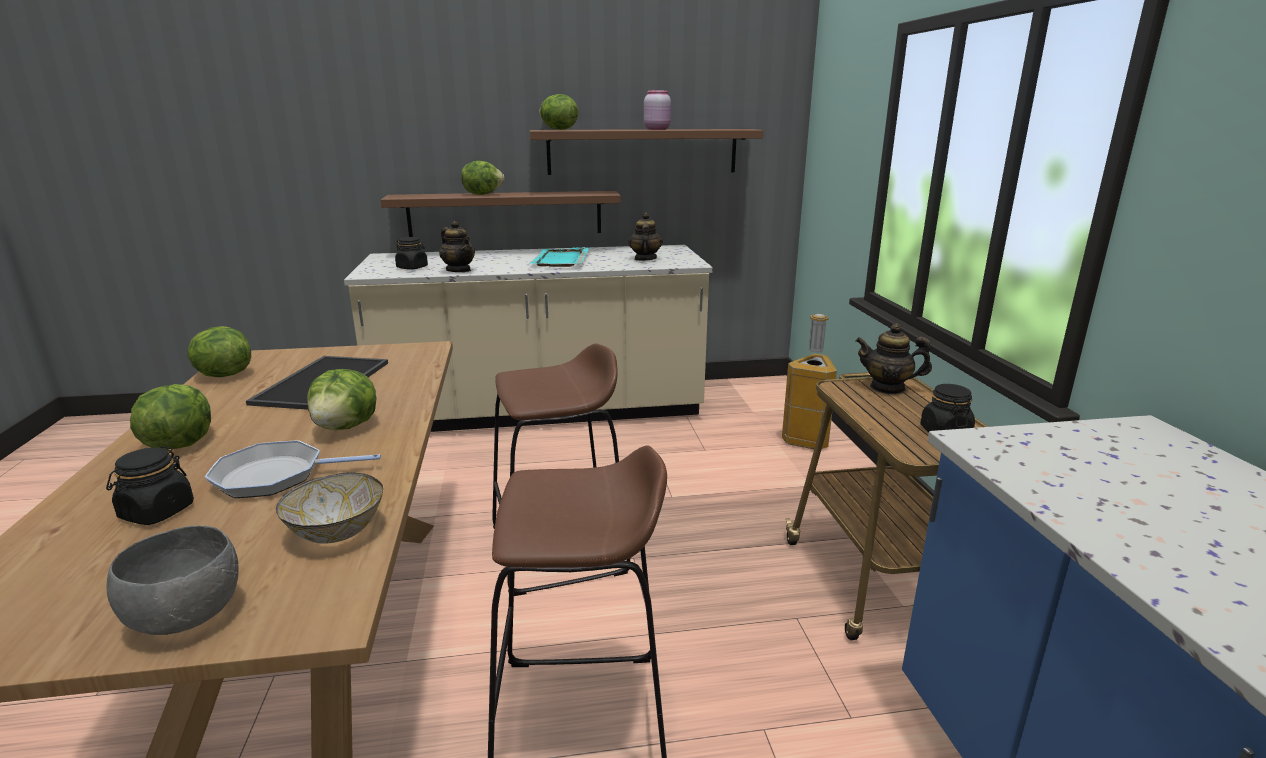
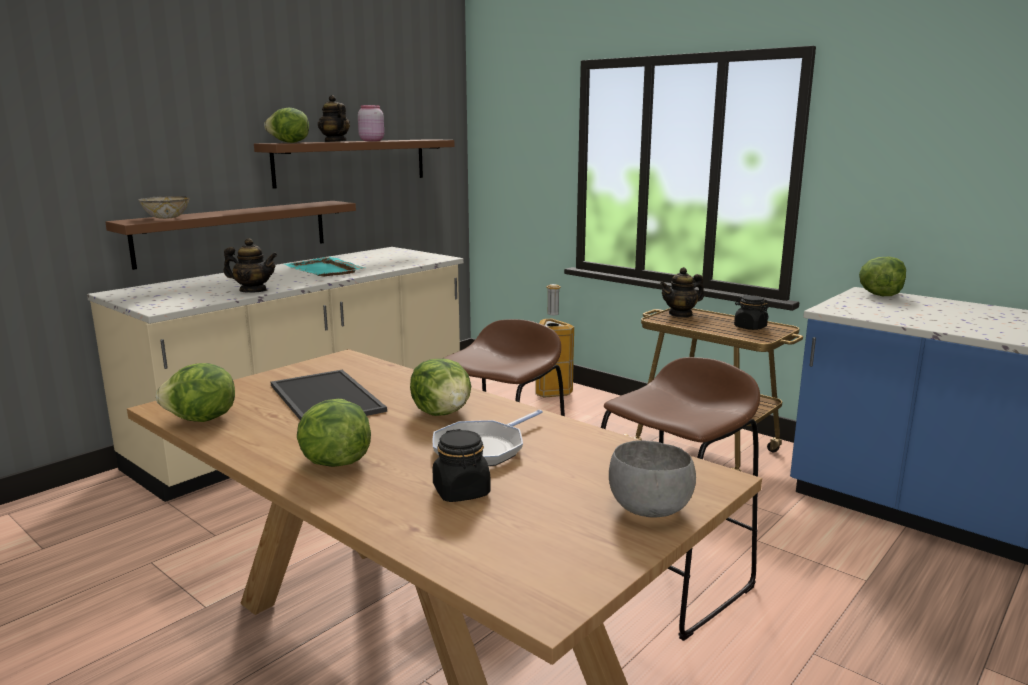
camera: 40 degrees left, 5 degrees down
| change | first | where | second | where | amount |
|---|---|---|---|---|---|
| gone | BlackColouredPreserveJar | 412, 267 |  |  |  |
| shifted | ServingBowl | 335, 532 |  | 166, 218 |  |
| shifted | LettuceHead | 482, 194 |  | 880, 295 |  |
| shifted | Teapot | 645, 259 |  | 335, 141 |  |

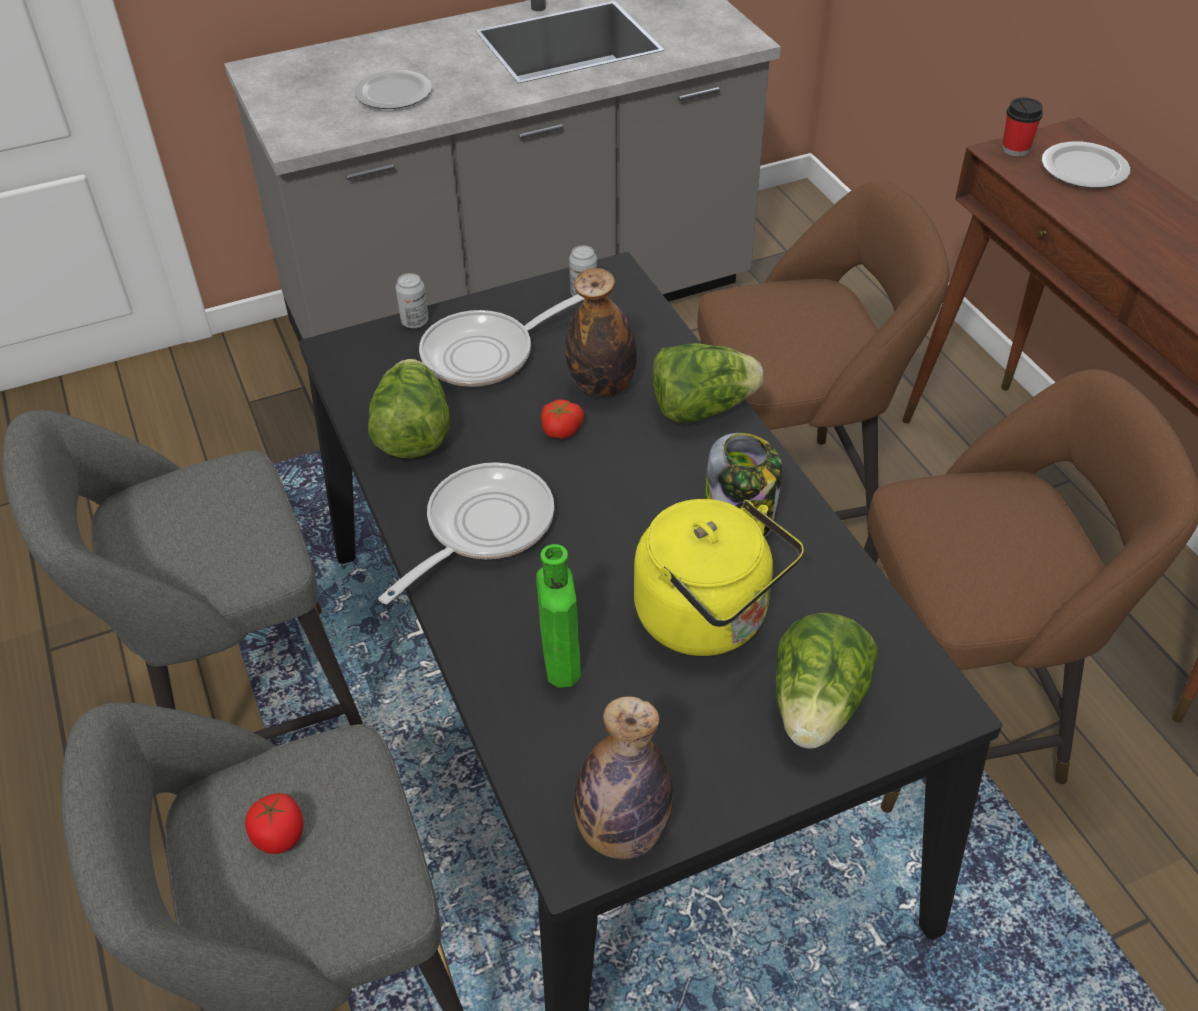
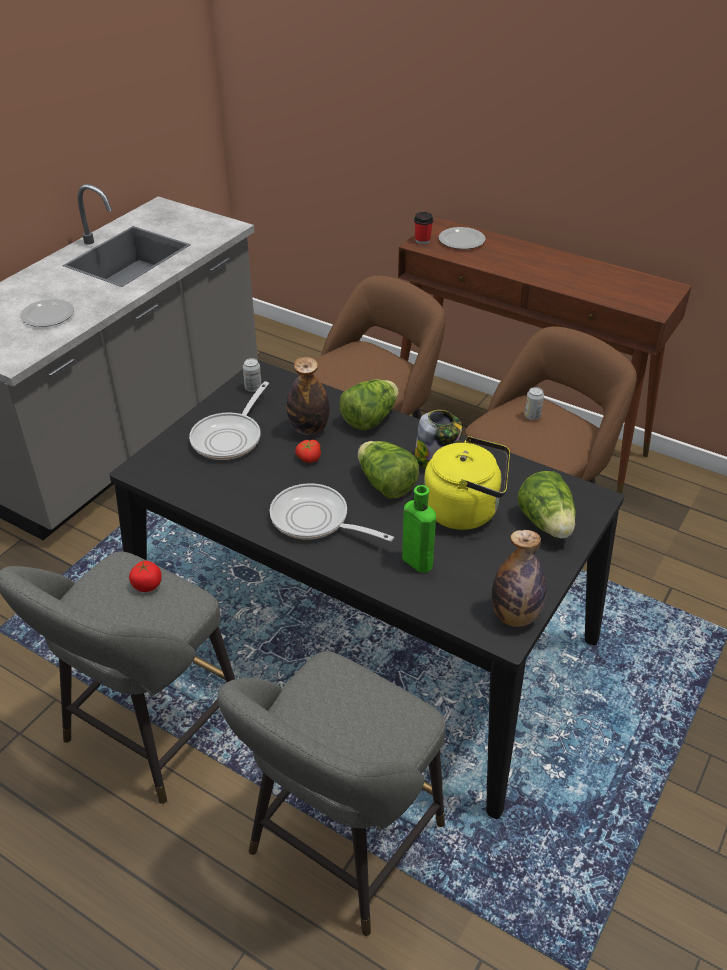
camera: 35 degrees left, 5 degrees down
| change | first | where | second | where | amount |
|---|---|---|---|---|---|
| shifted | Tomato | 279, 835 |  | 147, 585 |  |
| shifted | LettuceHead | 413, 434 |  | 385, 485 |  |
| shifted | Can | 415, 322 |  | 532, 416 |  |
| rotated | Skillet | 482, 528 |  | 315, 520 | 60 degrees counterclockwise |

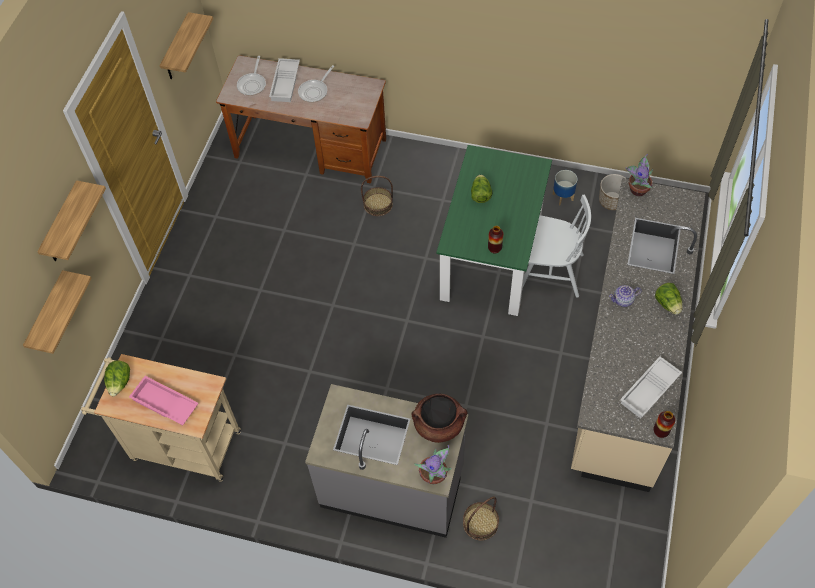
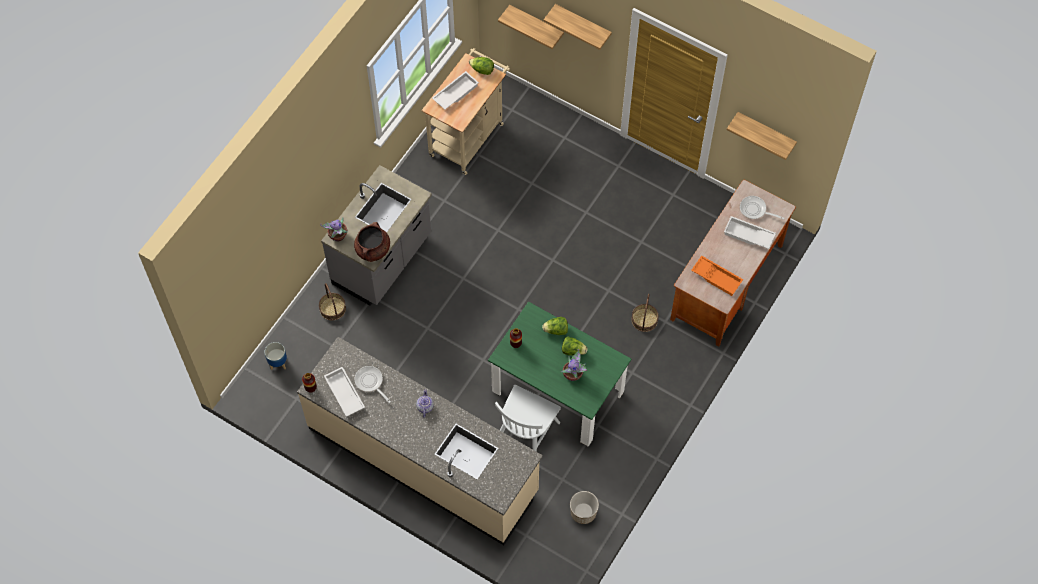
camera: 105 degrees right, 5 degrees up
| change | first | where | second | where | amount |
|---|---|---|---|---|---|
| new |  |  | OrangeyServingTray | 717, 277 |  |
| shifted | Skillet | 315, 91 |  | 370, 382 |  |
| shifted | Planter | 563, 197 |  | 277, 363 |  |
| shifted | PlantInAPot | 637, 189 |  | 573, 375 |  |
| shifted | LettuceHead | 668, 304 |  | 556, 330 |  |
| repainted | PinkServingTray | 164, 404 | WhiteColouredServingTray | 455, 93 |  |

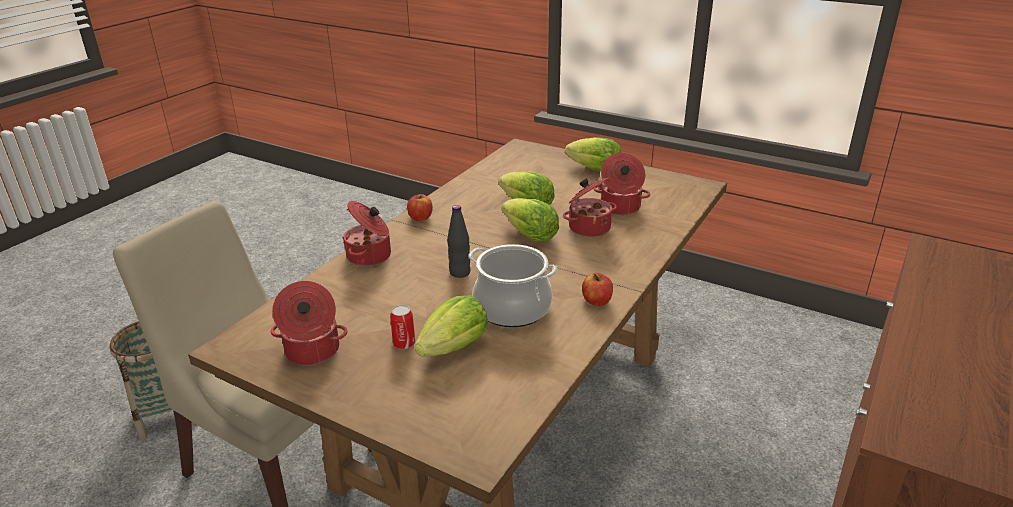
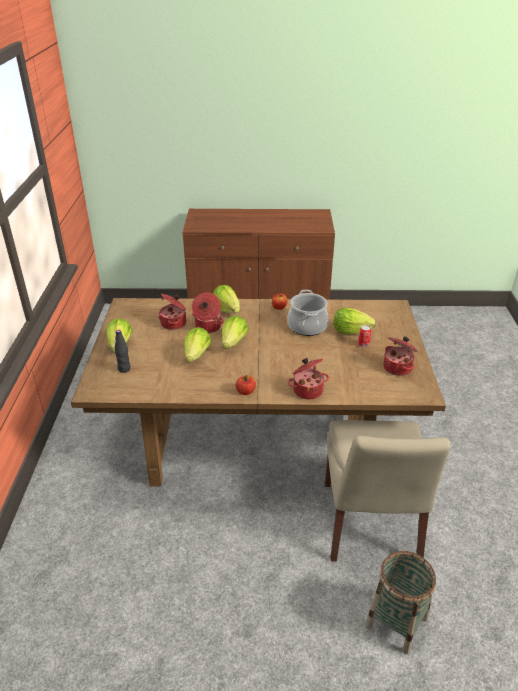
camera: 120 degrees left, 5 degrees up
| change | first | where | second | where | amount |
|---|---|---|---|---|---|
| new |  |  | LettuceHead | 227, 309 |  |
| shifted | BlackColouredDrinkBottle | 460, 272 |  | 124, 369 |  |

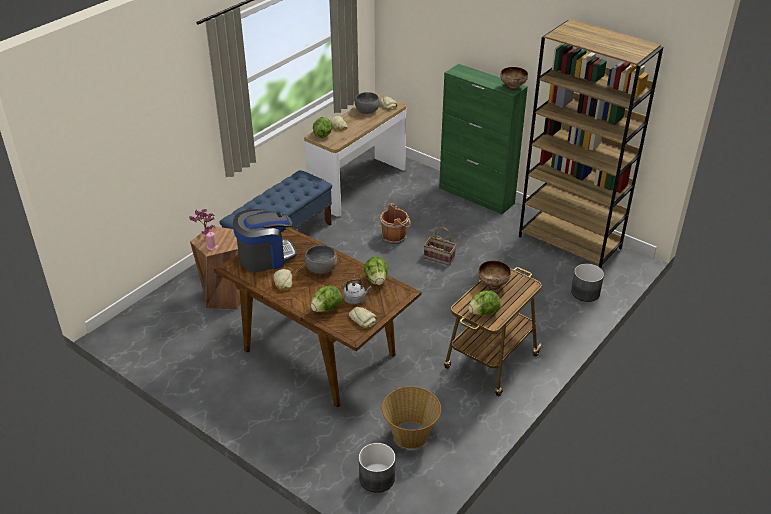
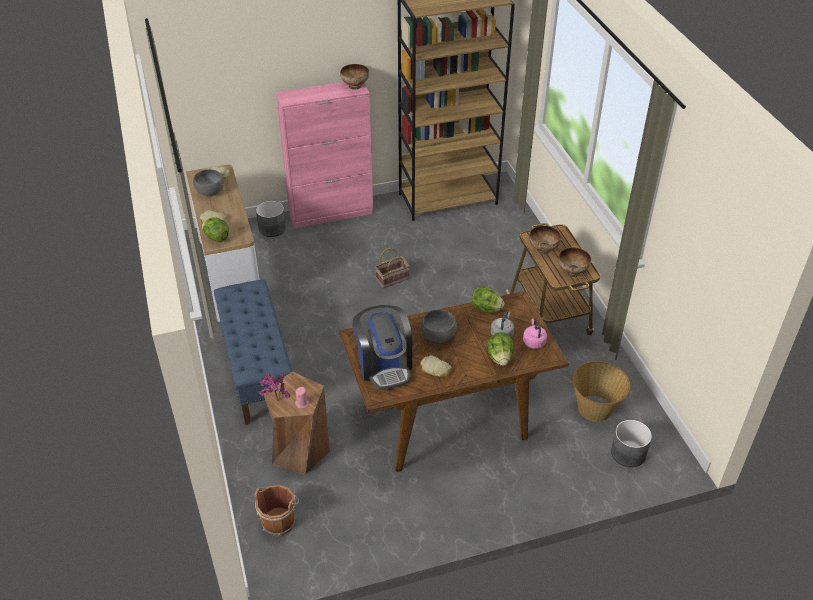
camera: 55 degrees left, 5 degrees up
| change | first | where | second | where | amount |
|---|---|---|---|---|---|
| shifted | BrownishWaterBucket | 395, 237 |  | 279, 520 |  |
| shifted | GreyPlanter | 585, 292 |  | 272, 228 |  |
| swapped | BakedBread | 363, 319 | PinkWaterKettle | 533, 341 |  |
| swapped | LettuceHead | 483, 312 | ServingBowl | 572, 272 |  |
| repainted | GreenColouredCabinet | 476, 196 | PinkCabinet | 331, 213 |  |
| rotated | CoffeeMaker | 265, 257 |  | 384, 365 | 150 degrees clockwise |

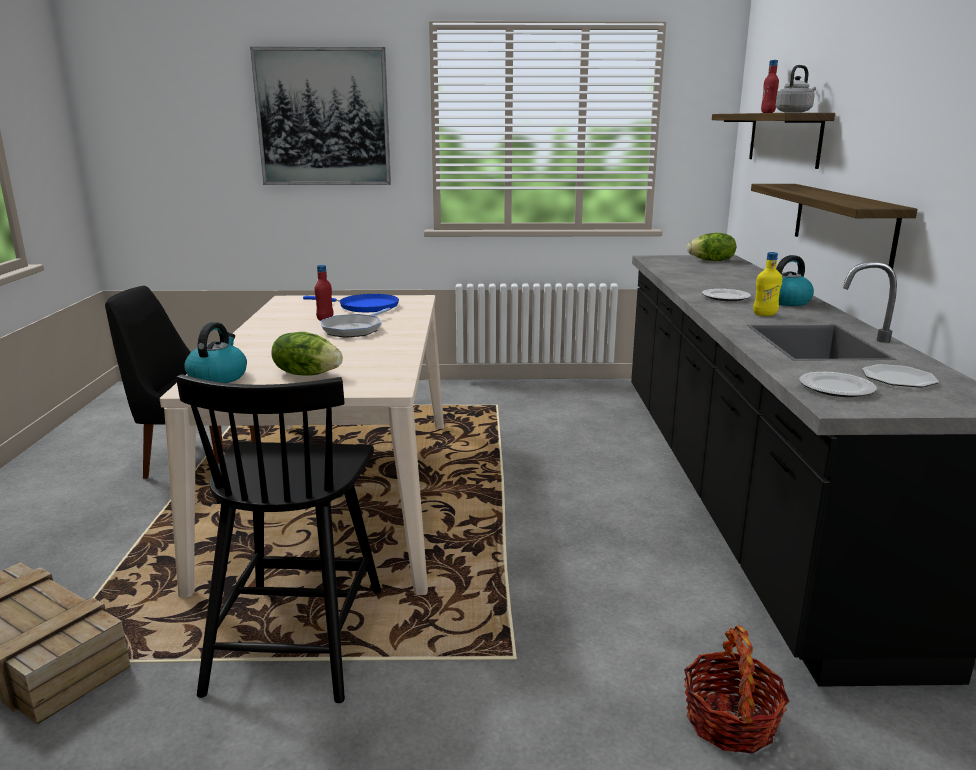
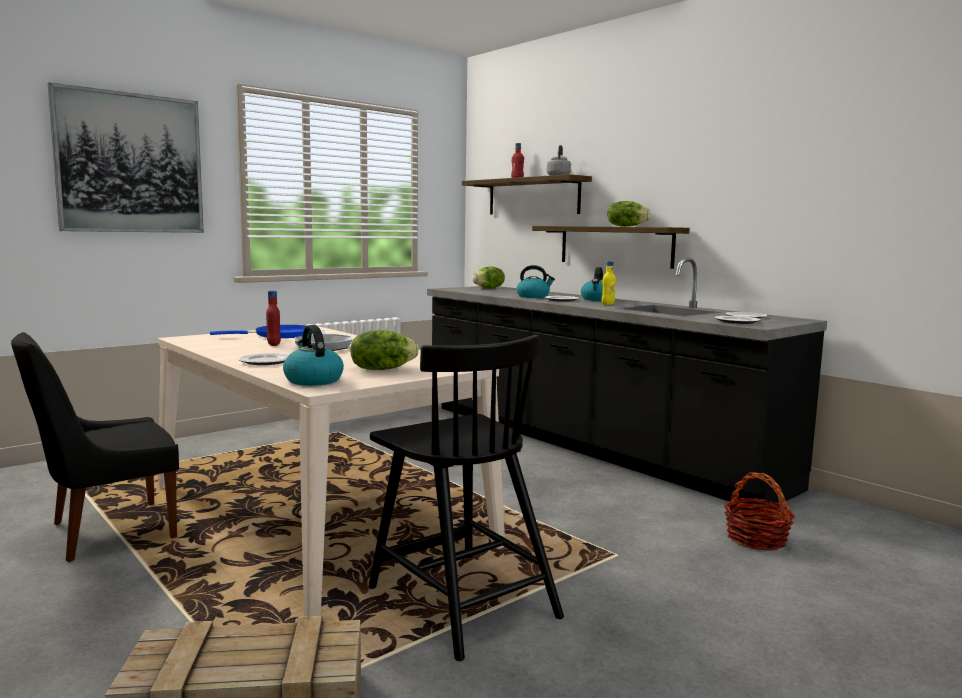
camera: 40 degrees left, 10 degrees down
| change | first | where | second | where | amount |
|---|---|---|---|---|---|
| new |  |  | FlatDish | 265, 362 |  |
| new |  |  | WaterKettle | 533, 296 |  |
| new |  |  | LettuceHead | 626, 226 |  |

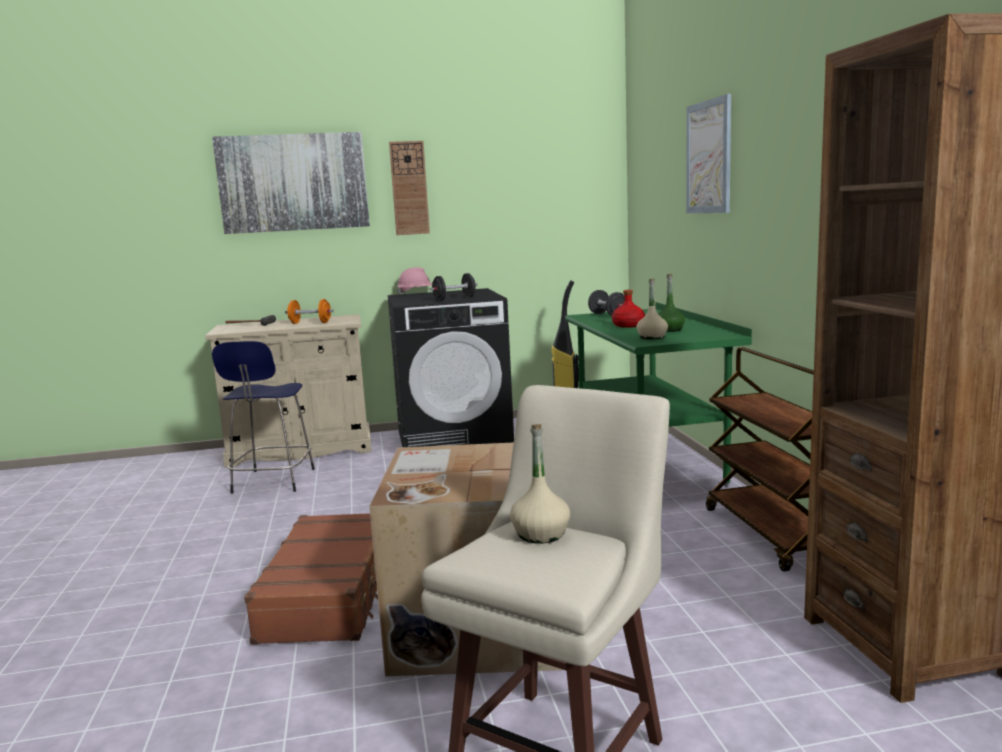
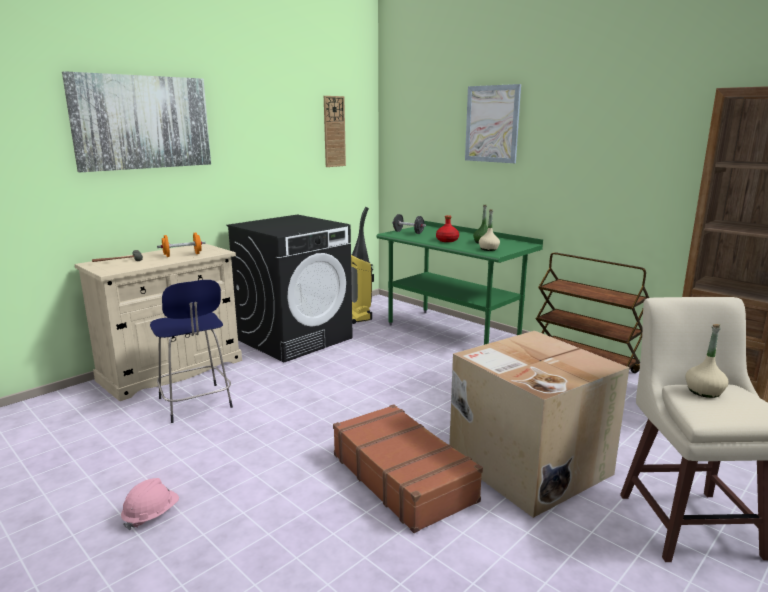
camera: 35 degrees left, 5 degrees up
| change | first | where | second | where | amount |
|---|---|---|---|---|---|
| gone | BlackColouredFreeWeight | 454, 299 |  |  |  |
| shifted | HangingClock | 409, 188 |  | 334, 131 |  |
| shifted | PinkHardHat | 416, 293 |  | 151, 515 |  |

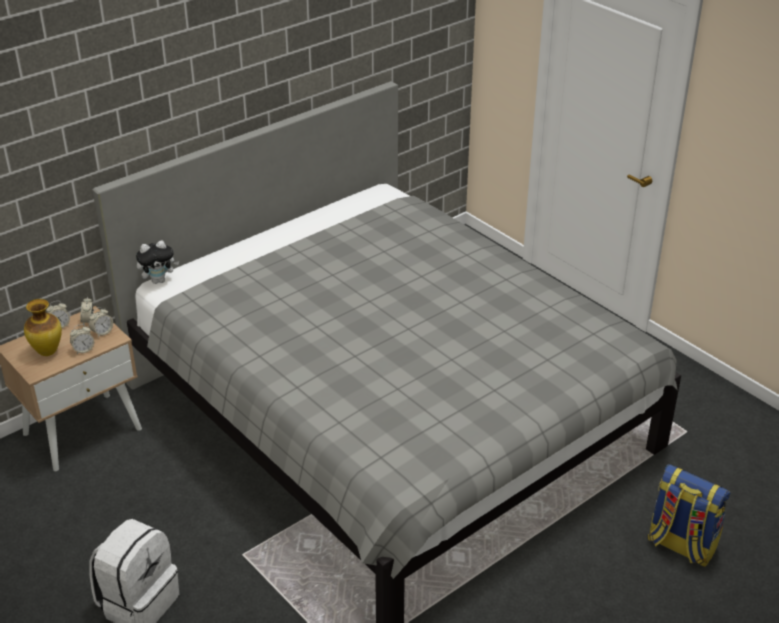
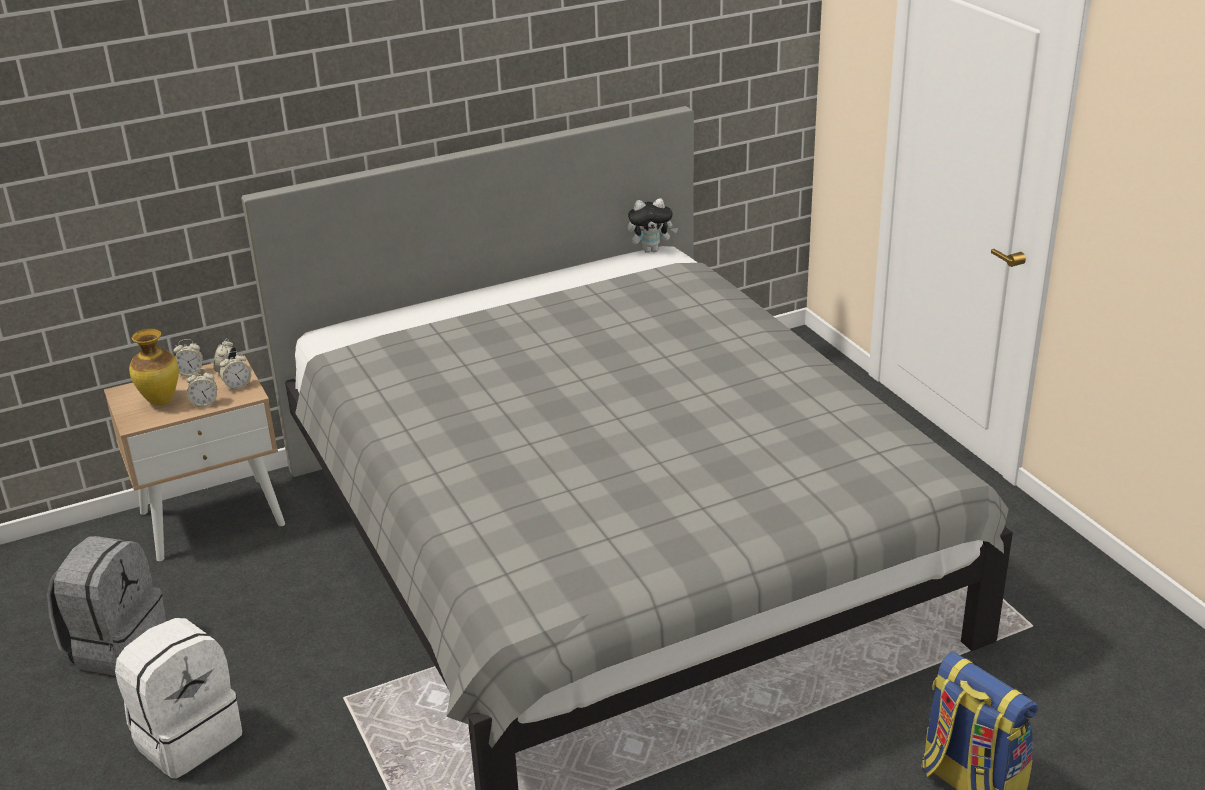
camera: 15 degrees right, 5 degrees down
| change | first | where | second | where | amount |
|---|---|---|---|---|---|
| new |  |  | GreyBackpack | 116, 646 |  |
| shifted | PlushToy | 159, 280 |  | 651, 250 |  |

